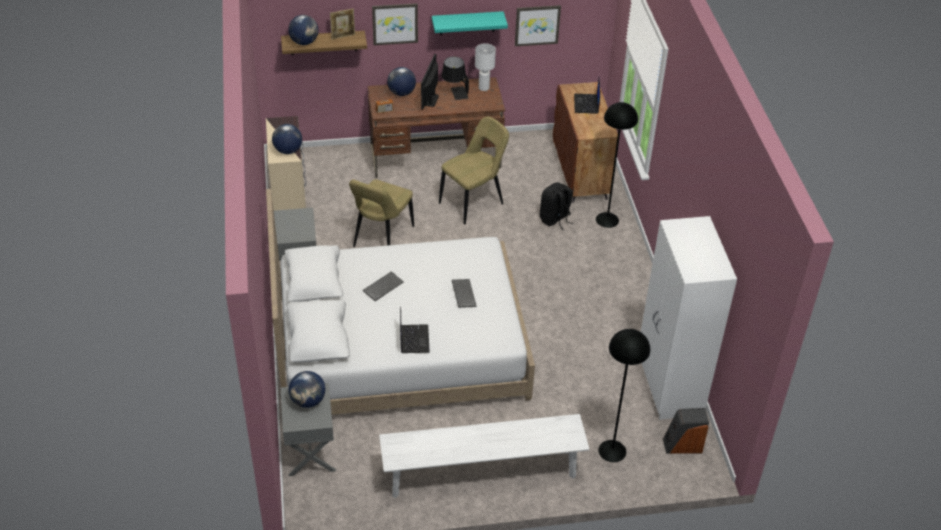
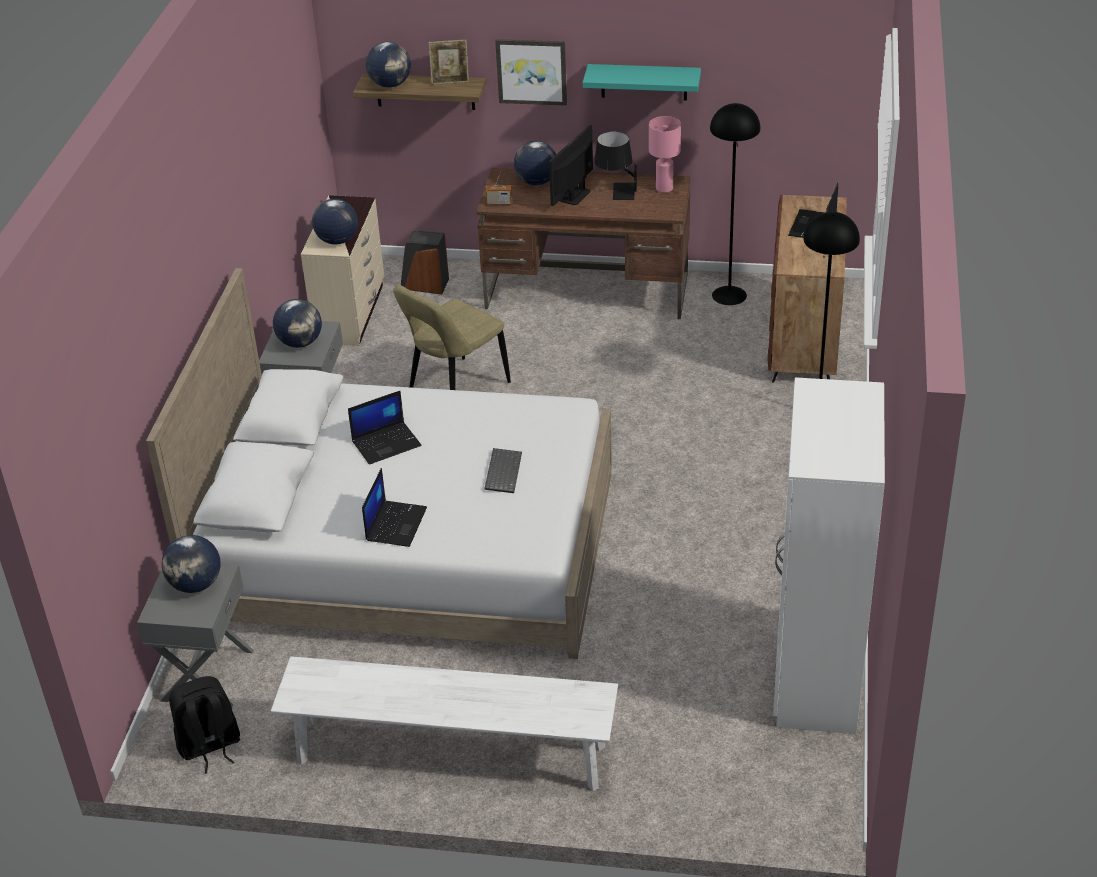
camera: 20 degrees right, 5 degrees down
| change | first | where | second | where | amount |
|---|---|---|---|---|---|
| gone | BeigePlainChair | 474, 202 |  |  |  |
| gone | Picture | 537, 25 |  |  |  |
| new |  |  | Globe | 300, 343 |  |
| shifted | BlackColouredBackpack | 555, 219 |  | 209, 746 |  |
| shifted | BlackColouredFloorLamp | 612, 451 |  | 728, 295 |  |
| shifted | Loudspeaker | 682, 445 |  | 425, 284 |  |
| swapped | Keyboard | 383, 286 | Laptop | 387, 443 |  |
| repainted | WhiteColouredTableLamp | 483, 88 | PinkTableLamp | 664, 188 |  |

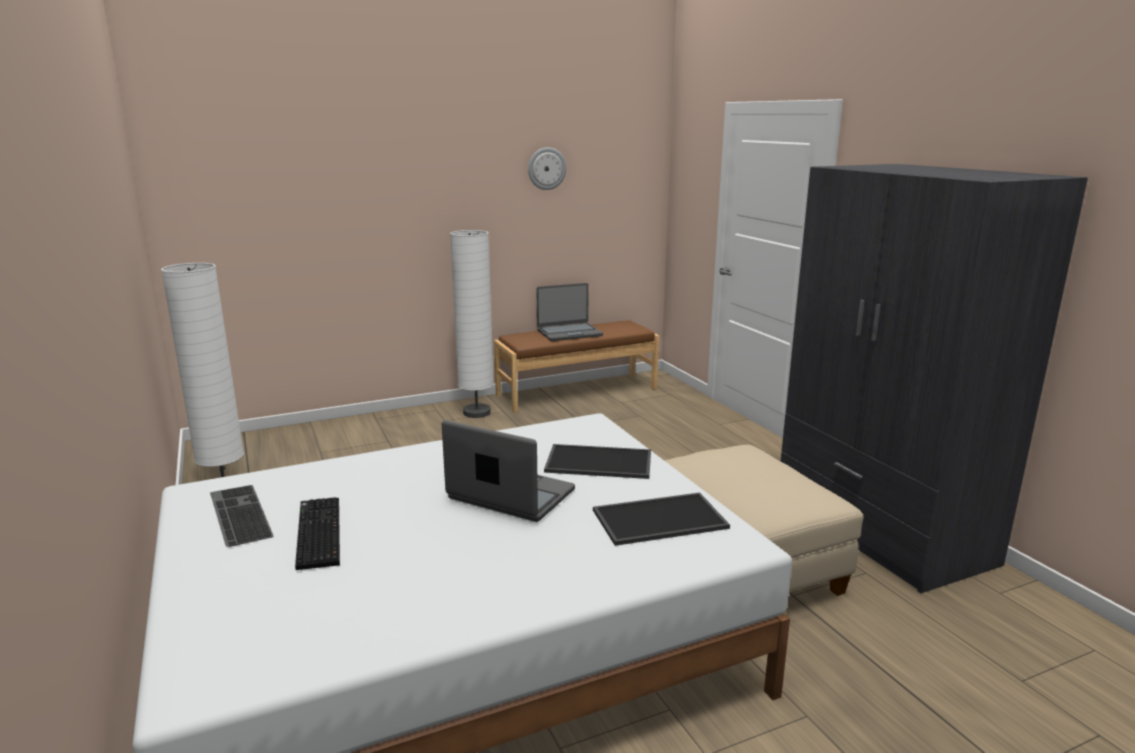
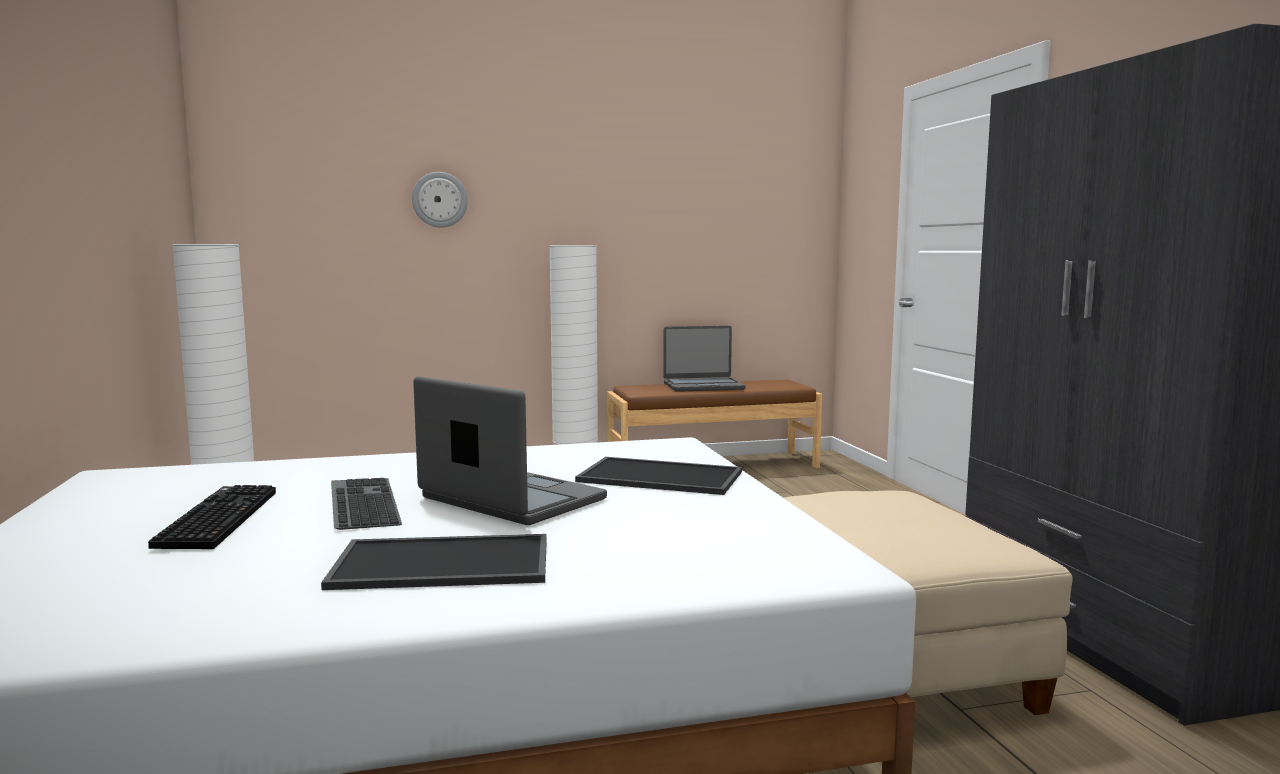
camera: 10 degrees right, 10 degrees down
| change | first | where | second | where | amount |
|---|---|---|---|---|---|
| shifted | Keyboard | 237, 514 |  | 360, 502 |  |
| shifted | HangingClock | 546, 168 |  | 440, 199 |  |
| shifted | ServingTray | 659, 520 |  | 440, 564 |  |

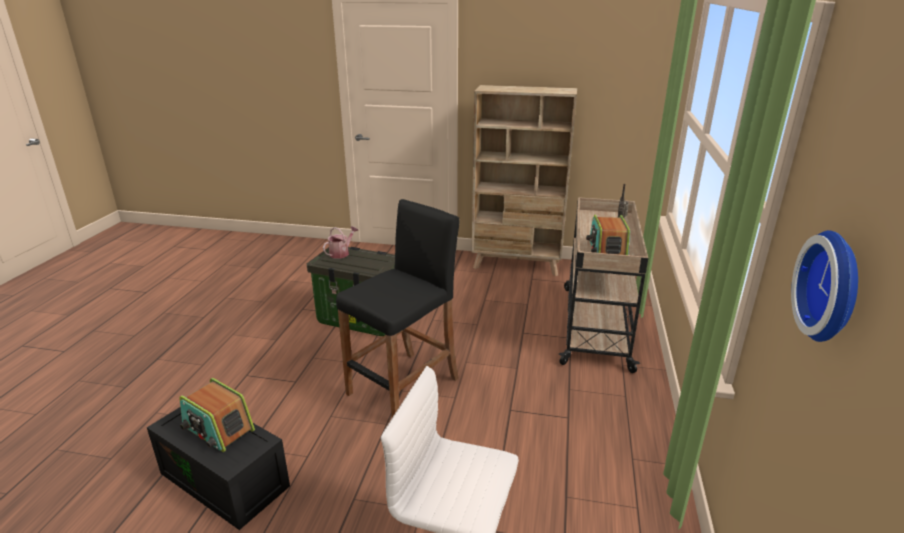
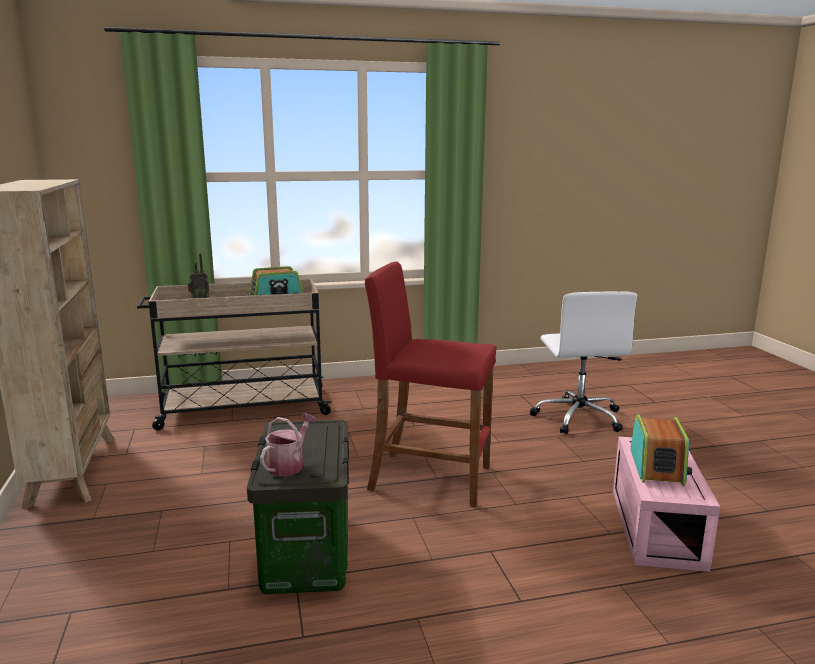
camera: 115 degrees left, 10 degrees down
| change | first | where | second | where | amount |
|---|---|---|---|---|---|
| gone | HangingClock | 834, 287 |  |  |  |
| repainted | BlackColouredStorageContainer | 227, 479 | PinkStorageContainer | 654, 526 |  |
| repainted | BlackColouredSittingStool | 404, 386 | RedSittingStool | 429, 478 |  |
| rotated | SprinklingCan | 341, 253 |  | 288, 464 | 105 degrees clockwise |

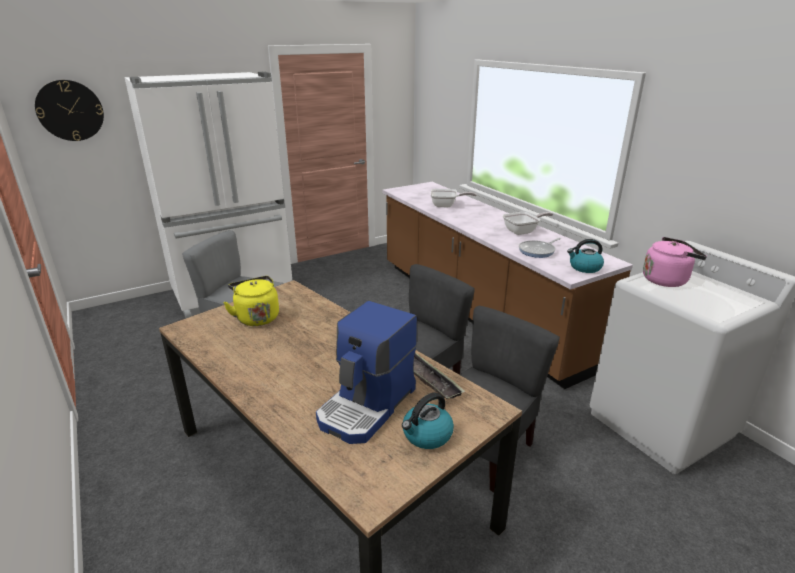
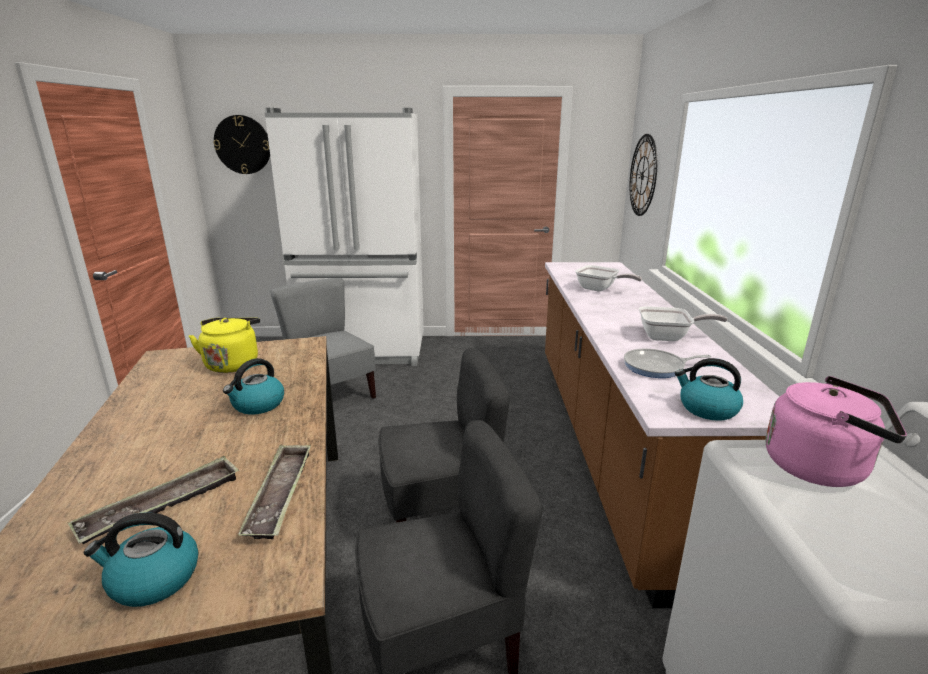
camera: 30 degrees right, 5 degrees down
| change | first | where | second | where | amount |
|---|---|---|---|---|---|
| new |  |  | WaterKettle | 258, 405 |  |
| new |  |  | HangingClock | 642, 175 |  |
| swapped | CoffeeMaker | 368, 406 | ServingTray | 163, 505 |  |

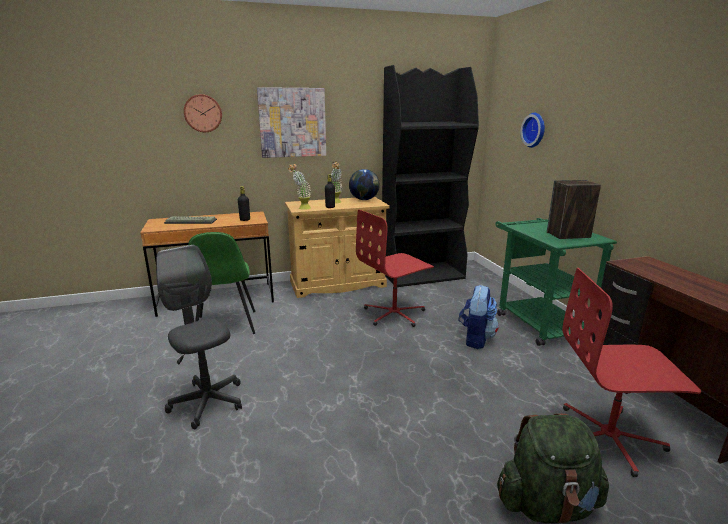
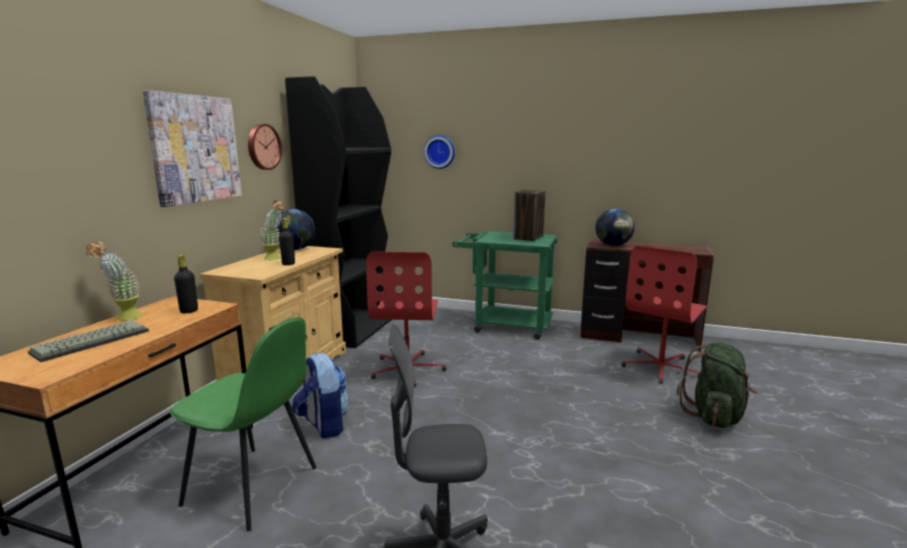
camera: 55 degrees left, 5 degrees down
| change | first | where | second | where | amount |
|---|---|---|---|---|---|
| new |  |  | Globe | 613, 245 |  |
| shifted | HangingClock | 203, 113 |  | 263, 147 |  |
| shifted | PlantInAPot | 301, 208 |  | 123, 319 |  |
| shifted | Backpack | 475, 339 |  | 323, 425 |  |

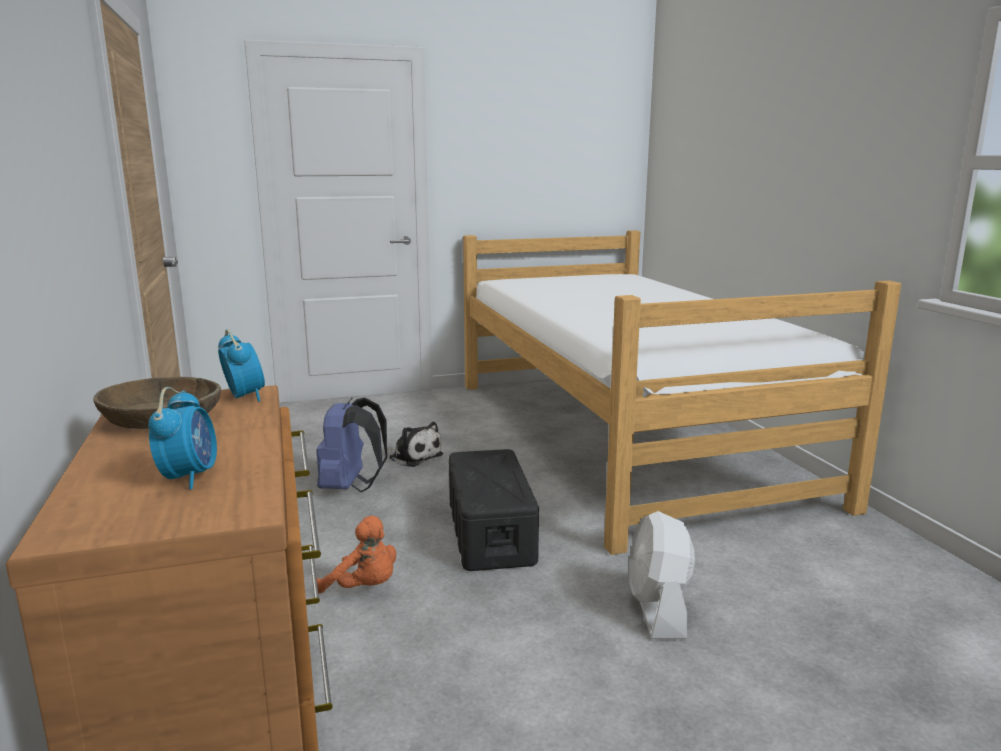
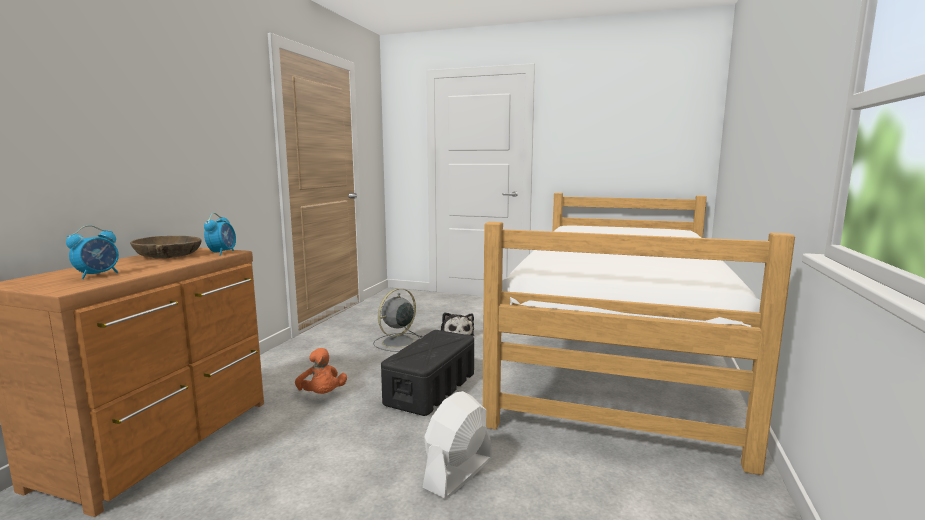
camera: 35 degrees right, 5 degrees down
| change | first | where | second | where | amount |
|---|---|---|---|---|---|
| swapped | BlueBackpack | 351, 487 | GreyFan | 397, 342 |  |

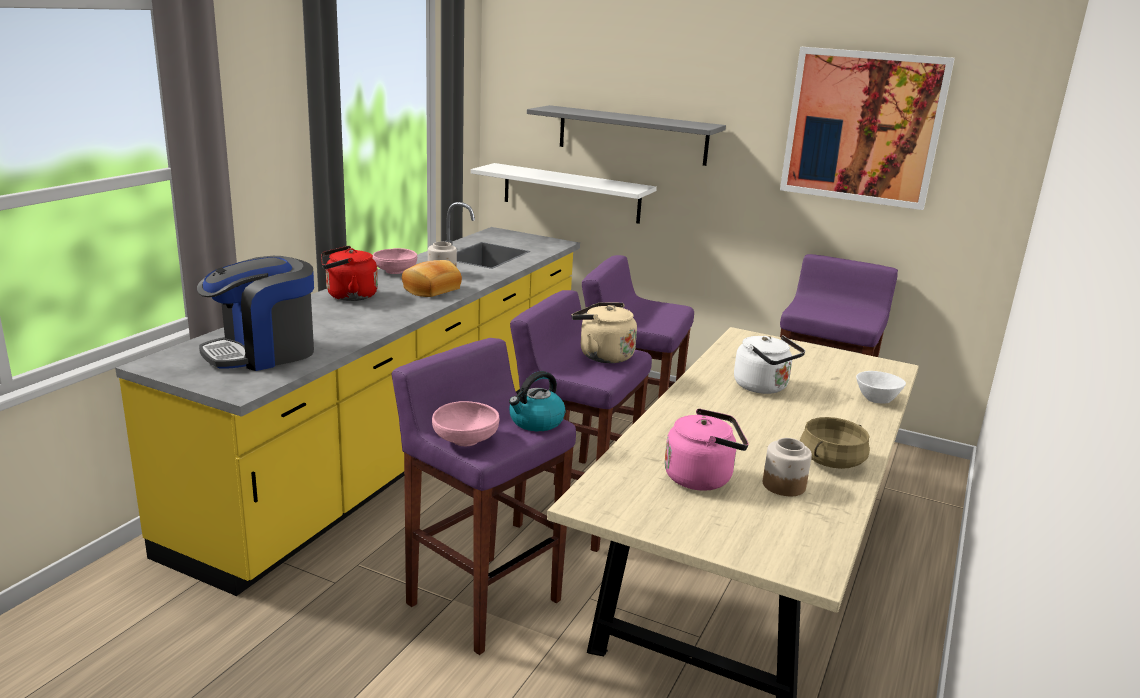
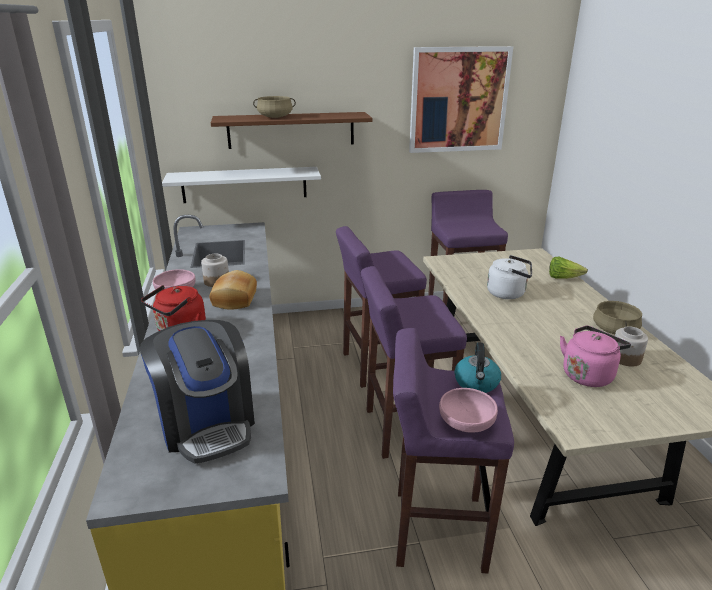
camera: 35 degrees left, 5 degrees up
| change | first | where | second | where | amount |
|---|---|---|---|---|---|
| gone | BeigeWaterKettle | 602, 355 |  |  |  |
| new |  |  | BeigeStockpot | 275, 117 |  |
| swapped | WhiteColouredServingBowl | 876, 399 | LettuceHead | 563, 278 |  |
| repainted | GreyBracketShelf | 632, 135 | BrownishBracketShelf | 291, 130 |  |
| rotated | CoffeeMaker | 263, 352 |  | 207, 424 | 45 degrees counterclockwise |

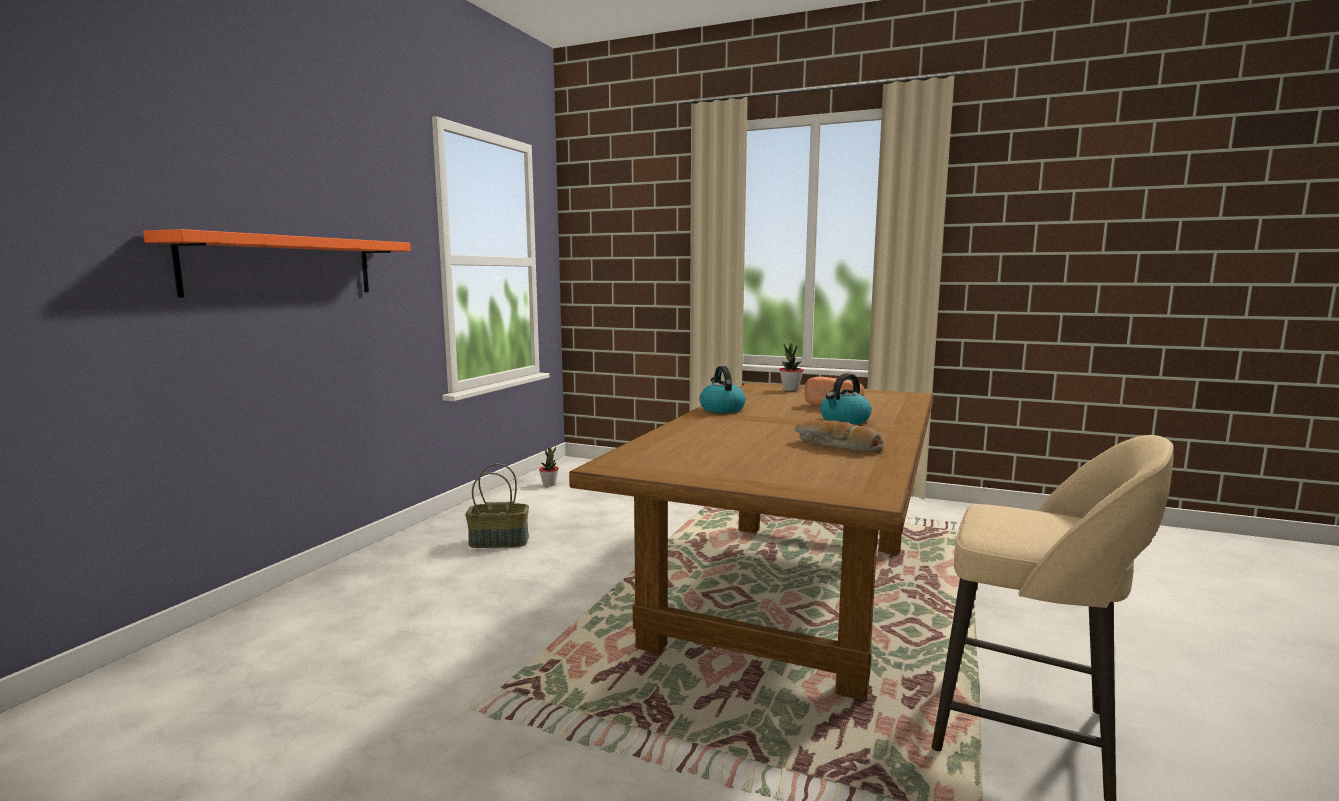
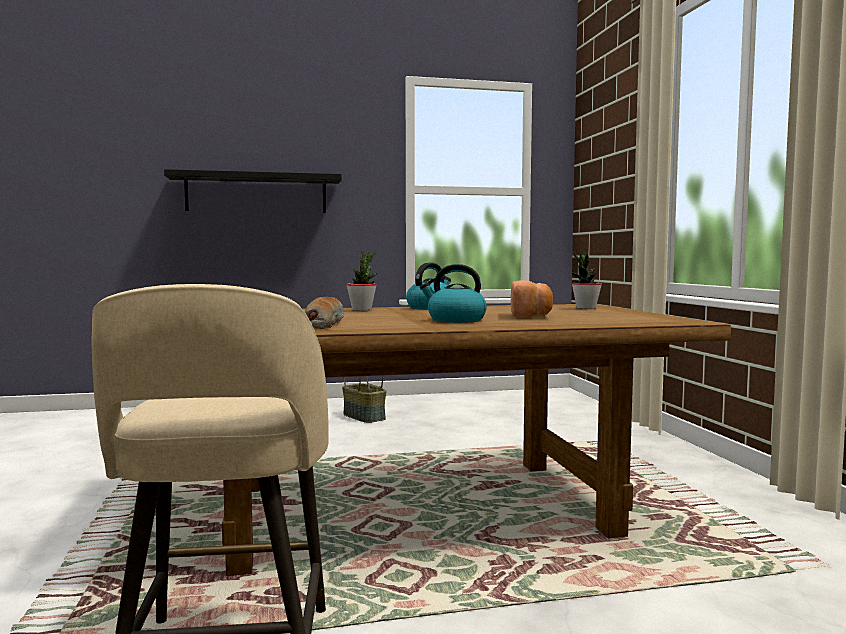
camera: 55 degrees right, 5 degrees down
| change | first | where | second | where | amount |
|---|---|---|---|---|---|
| shifted | PlantInAPot | 549, 484 |  | 362, 310 |  |
| repainted | OrangeyBracketShelf | 282, 266 | BlackColouredBracketShelf | 256, 193 |  |

